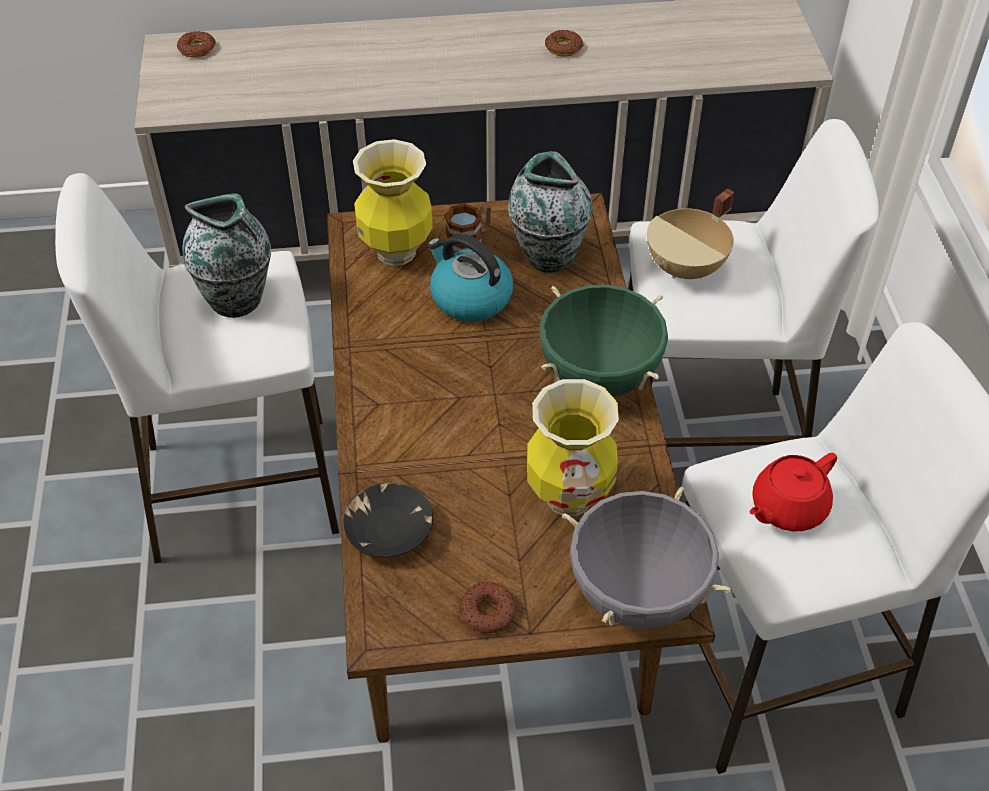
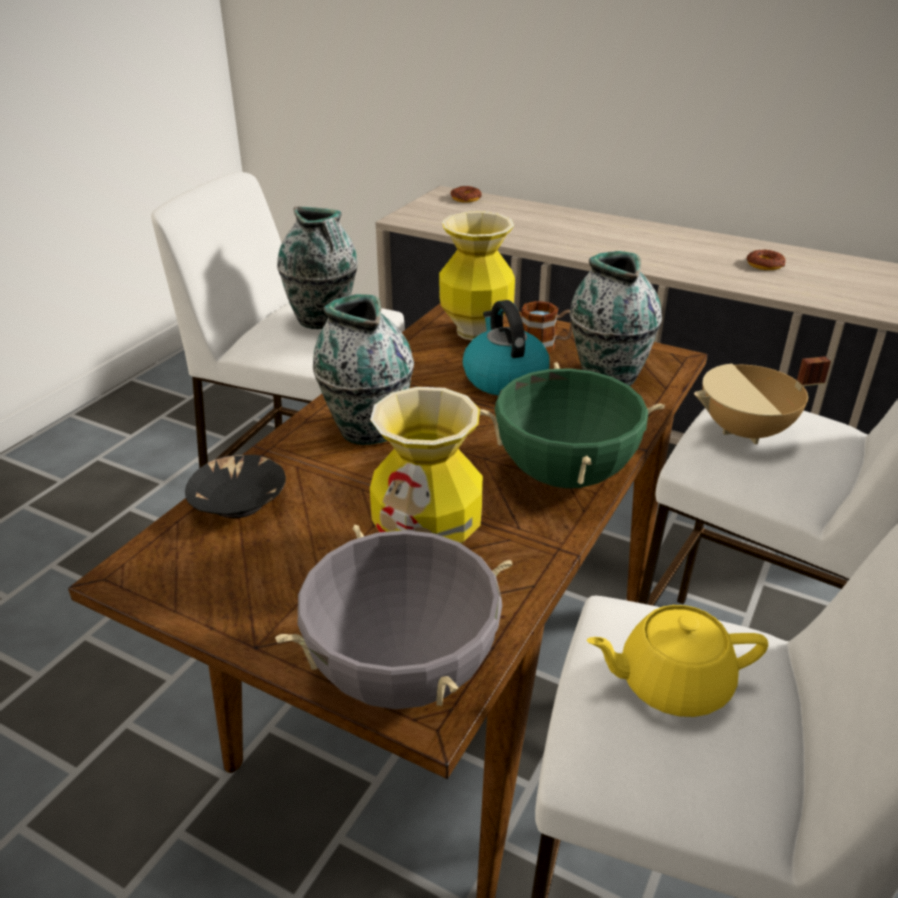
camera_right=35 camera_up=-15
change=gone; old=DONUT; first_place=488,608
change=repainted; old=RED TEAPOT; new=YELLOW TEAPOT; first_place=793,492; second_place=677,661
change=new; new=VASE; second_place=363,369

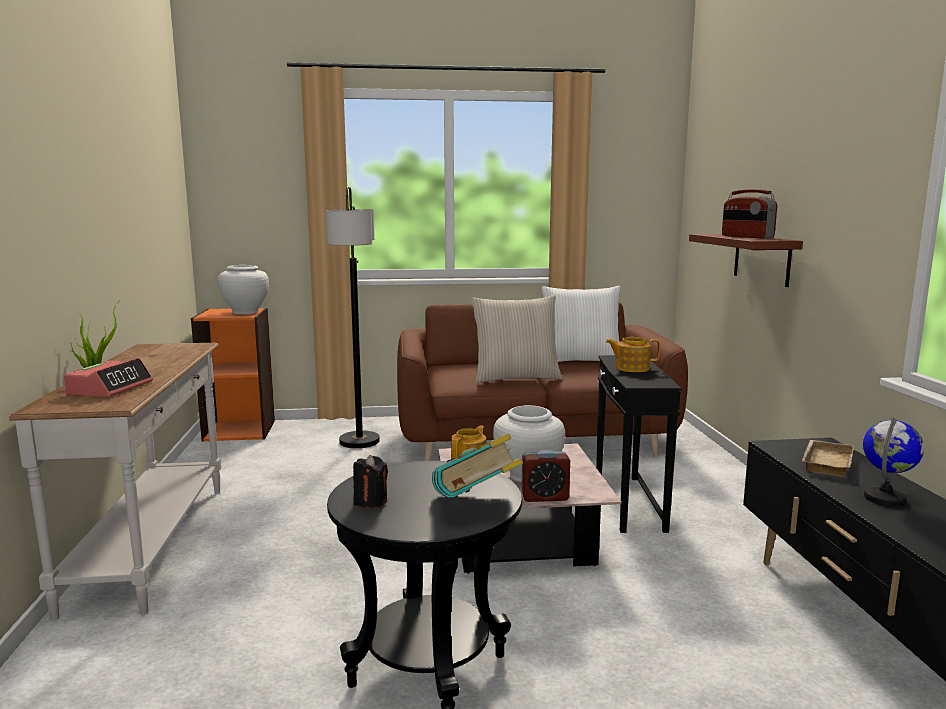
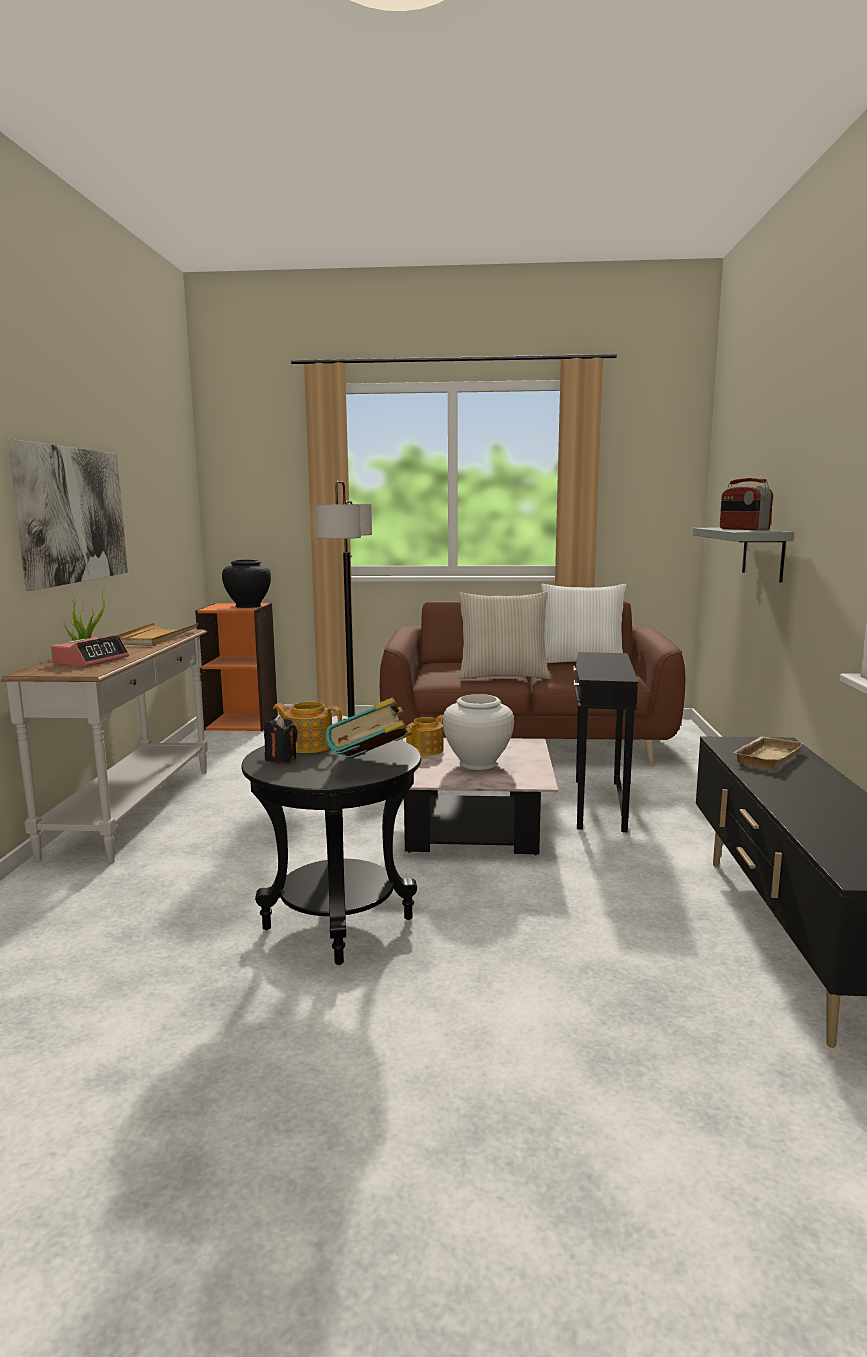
camera_right=10 camera_up=0
change=repainted; old=WHITE VASE; new=BLACK VASE; first_place=243,289; second_place=246,584
change=gone; old=ALARM CLOCK; first_place=545,476
change=shifted; old=TEAPOT; first_place=633,354; second_place=307,727
change=repainted; old=BROWN SHELF; new=GREY SHELF; first_place=746,260; second_place=743,555
change=gone; old=GLOBE; first_place=893,462
change=new; new=PICTURE; second_place=68,515
change=new; new=BEIGE TRAY; second_place=158,634

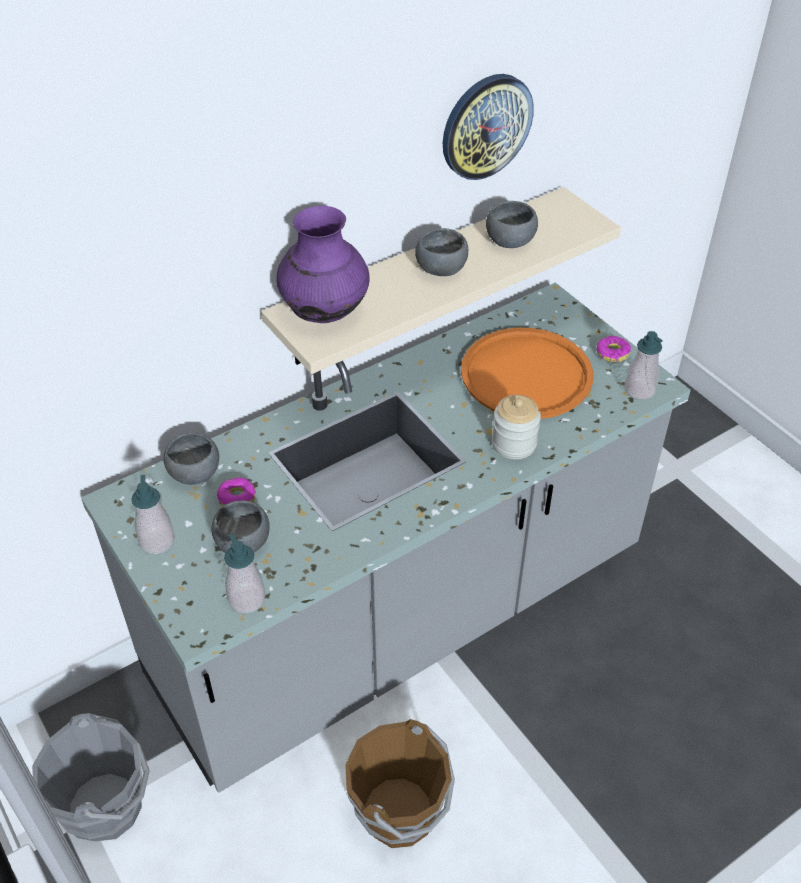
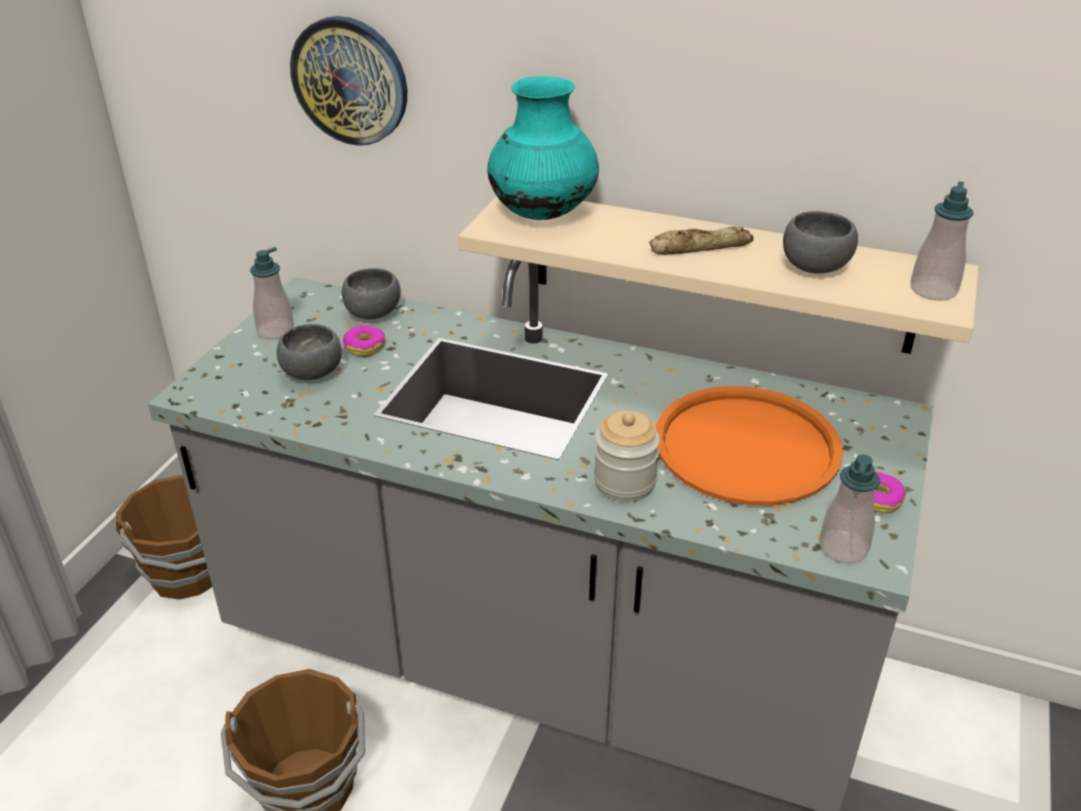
camera_right=55 camera_up=-10
change=repainted; old=GREY BUCKET; new=BROWN BUCKET; first_place=91,777; second_place=164,537
change=shifted; old=SOAP DISPENSER; first_place=244,573; second_place=941,241
change=repainted; old=PURPLE VASE; new=TURQUOISE VASE; first_place=323,264; second_place=543,148
change=swapped; old=GREY BOWL; new=BREAD; first_place=441,252; second_place=701,240
change=shifted; old=WALL CLOCK; first_place=488,127; second_place=348,81

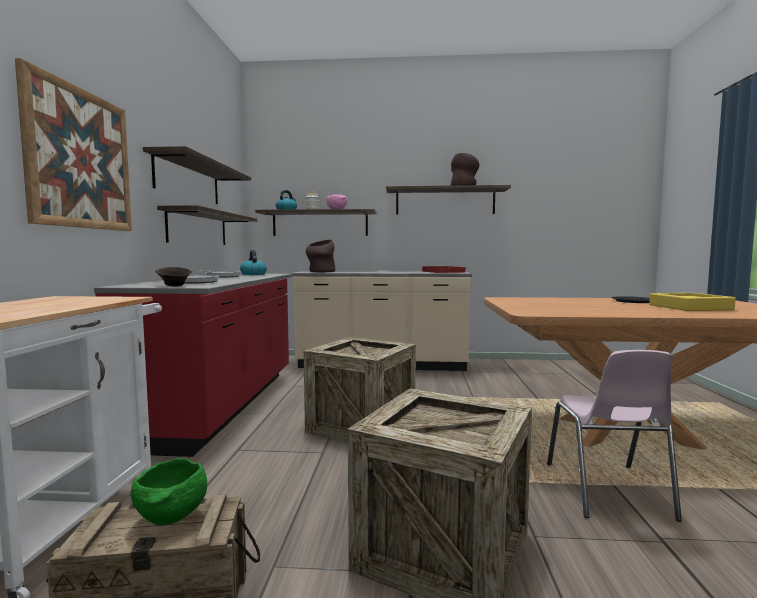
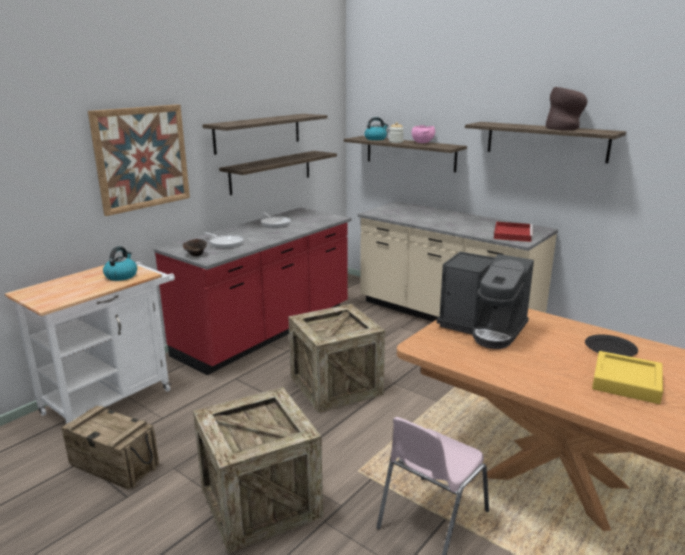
camera_right=35 camera_up=15
change=gone; old=GREEN BOWL; first_place=168,491
change=shifted; old=KETTLE; first_place=253,262; second_place=120,263
change=gone; old=BROWN VASE; first_place=320,256
change=new; new=COFFEE MACHINE; second_place=485,300

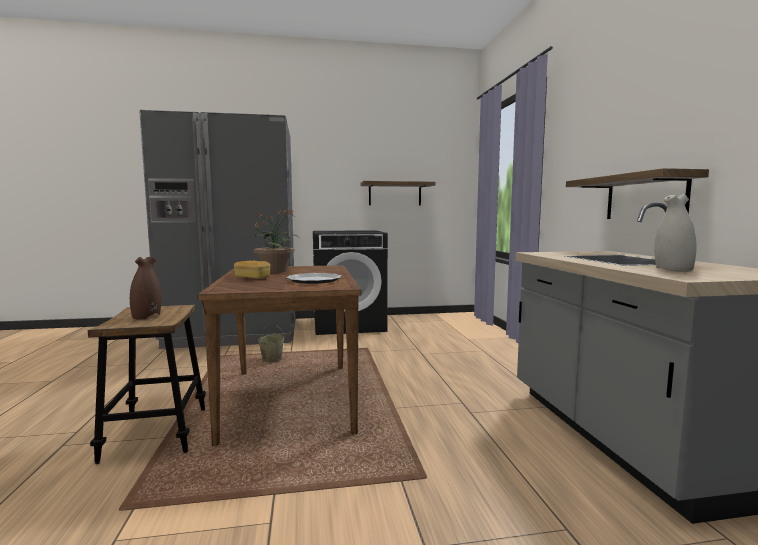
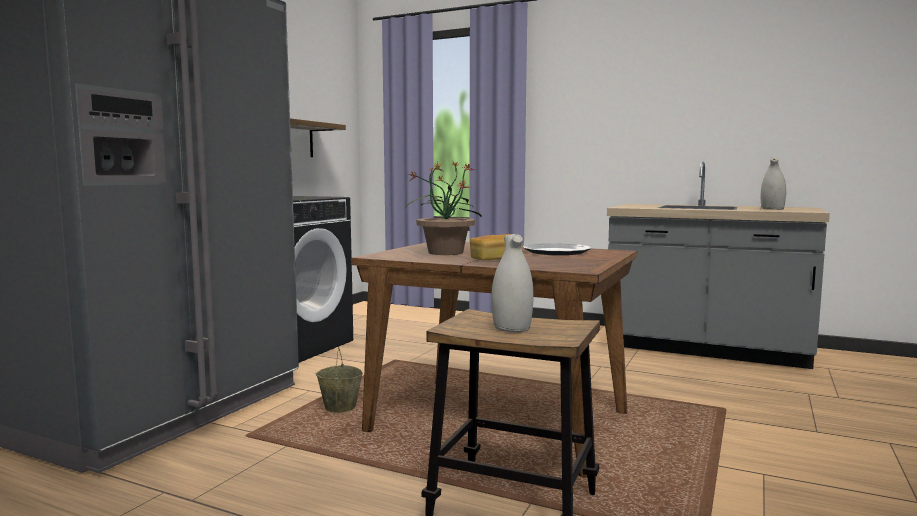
camera_right=-55 camera_up=0
change=repainted; old=BROWN VASE; new=WHITE VASE; first_place=146,288; second_place=512,283
change=gone; old=SHELF; first_place=637,193

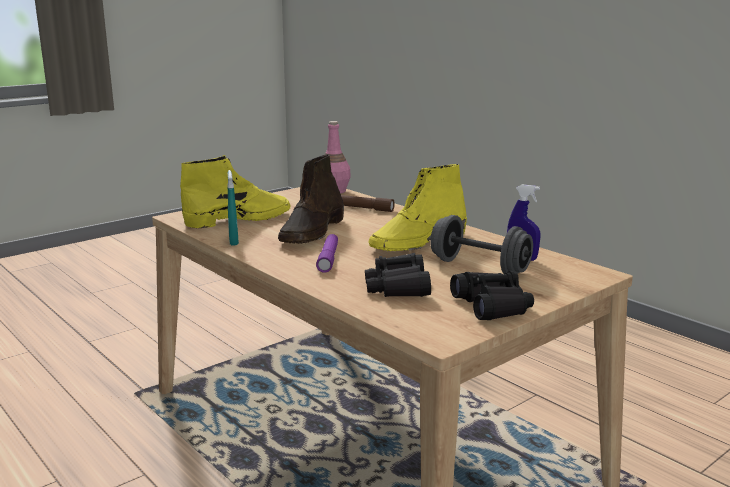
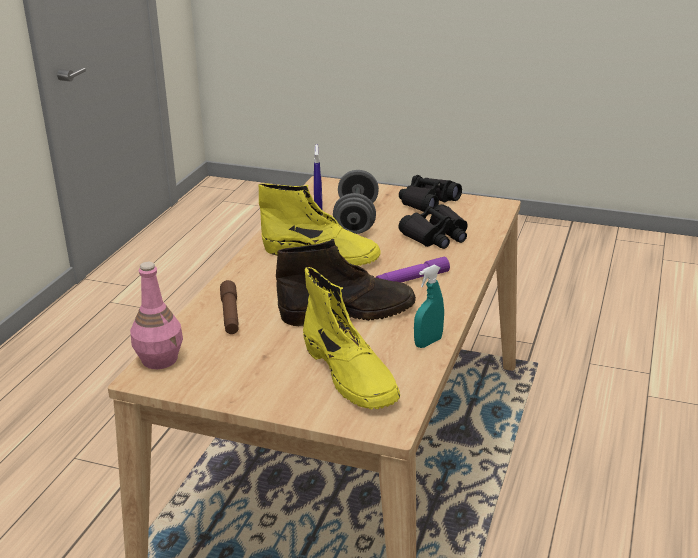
camera_right=-120 camera_up=10
change=rotated; old=YELLOW BOOT; first_place=235,191; second_place=351,338; degrees=-150

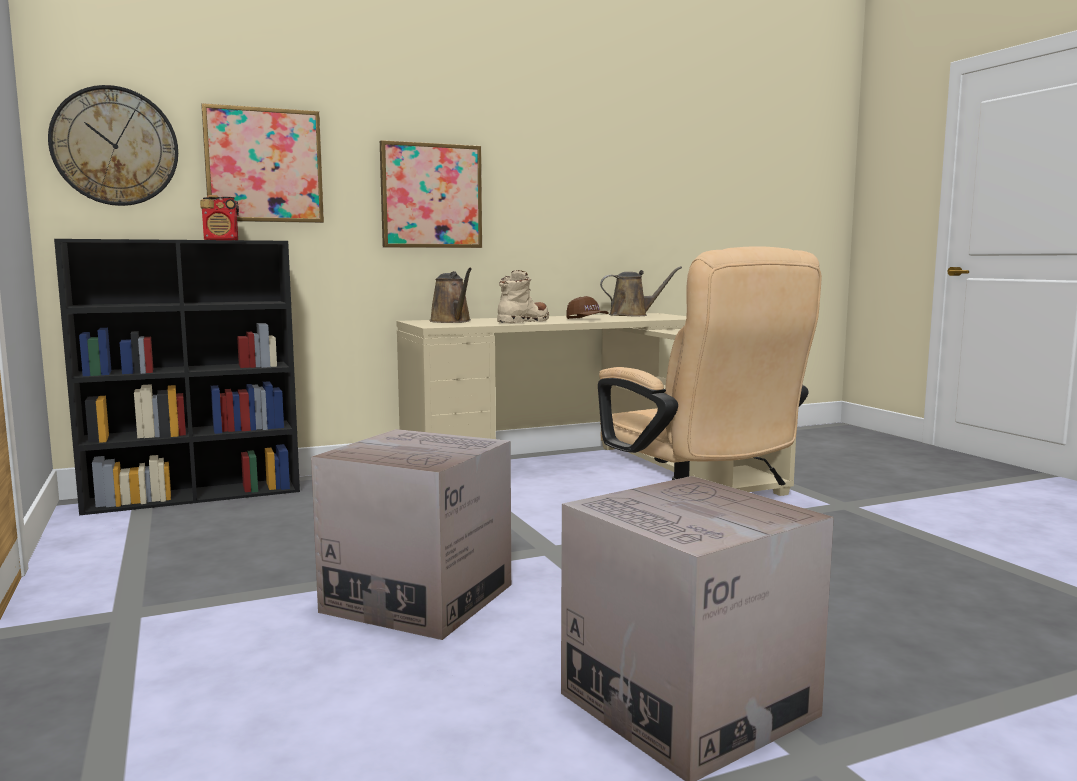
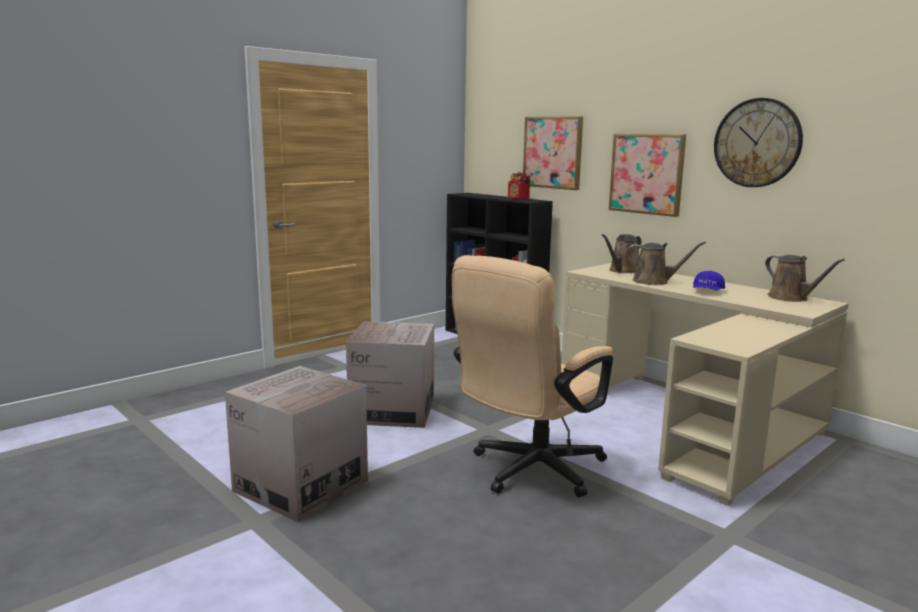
camera_right=70 camera_up=5
change=shifted; old=WALL CLOCK; first_place=113,145; second_place=758,142
change=swapped; old=BEIGE BOOT; new=BROWN WATERING CAN; first_place=523,297; second_place=666,263
change=repainted; old=BROWN CAP; new=BLUE CAP; first_place=587,307; second_place=709,280

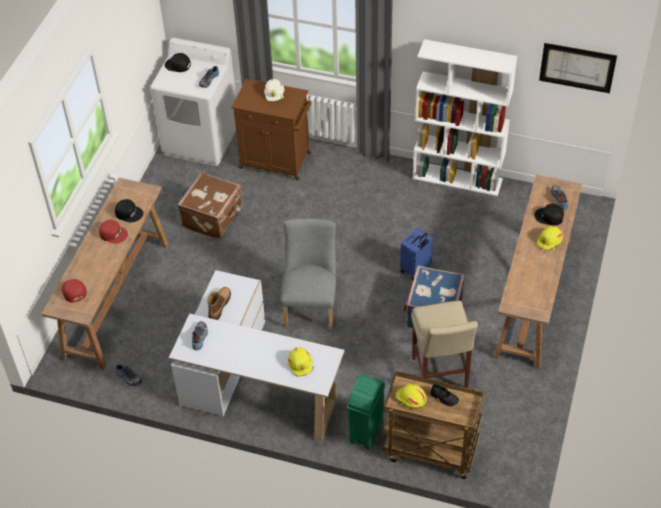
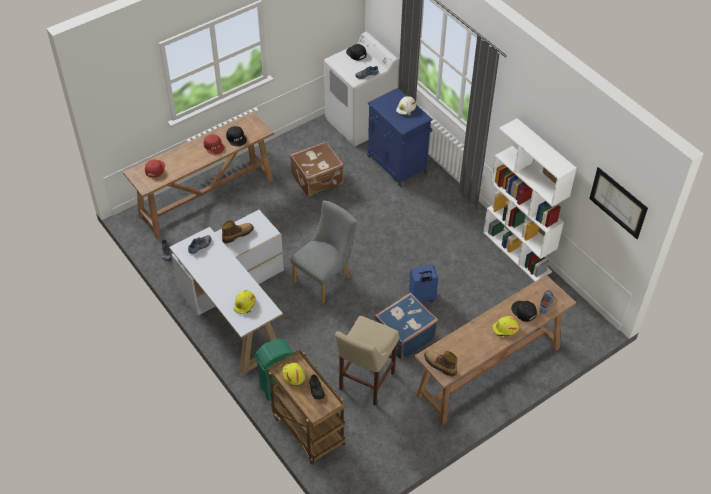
camera_right=35 camera_up=0
change=repainted; old=BROWN CABINET; new=BLUE CABINET; first_place=271,129; second_place=400,137
change=new; new=BOOT; second_place=441,363

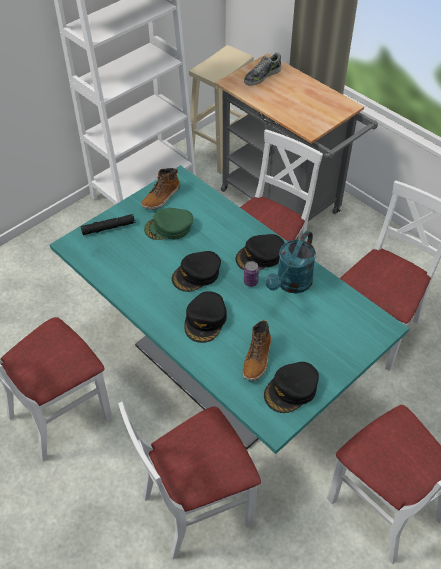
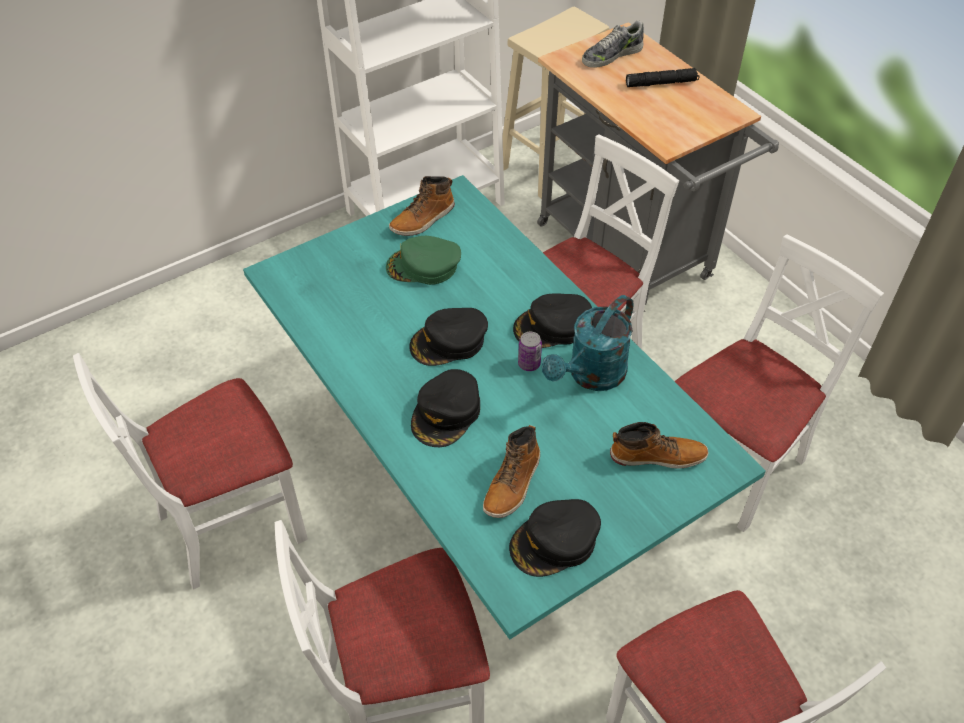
camera_right=10 camera_up=0
change=shifted; old=BLACK FLASHLIGHT; first_place=108,224; second_place=662,77
change=new; new=BOOT; second_place=659,445

